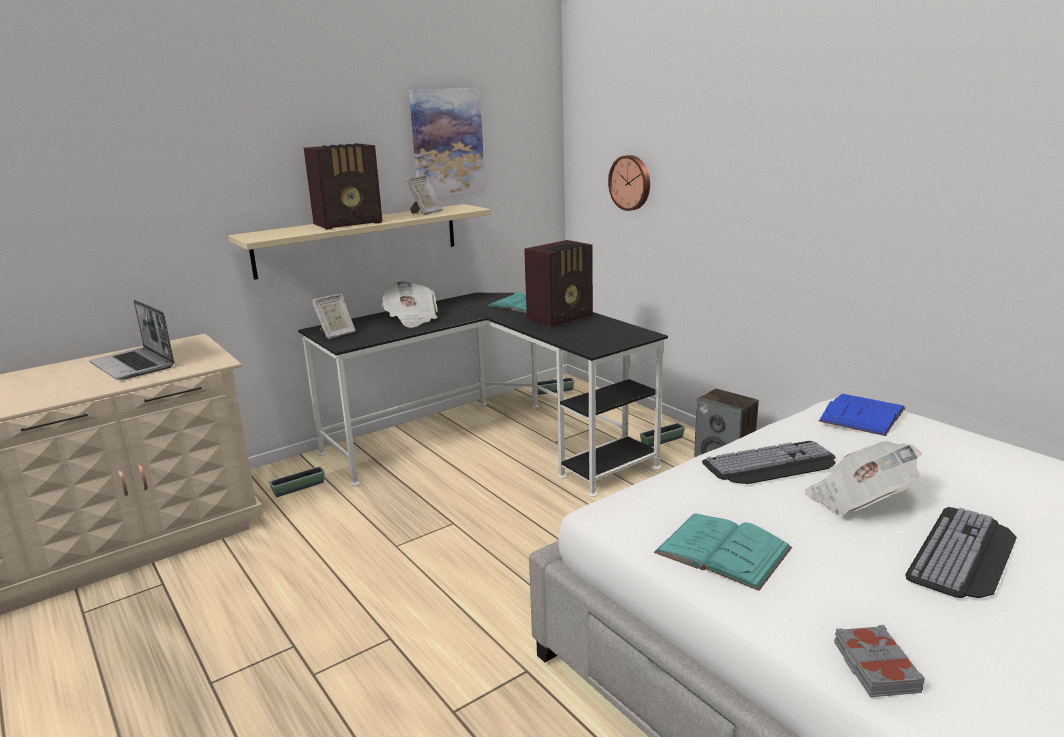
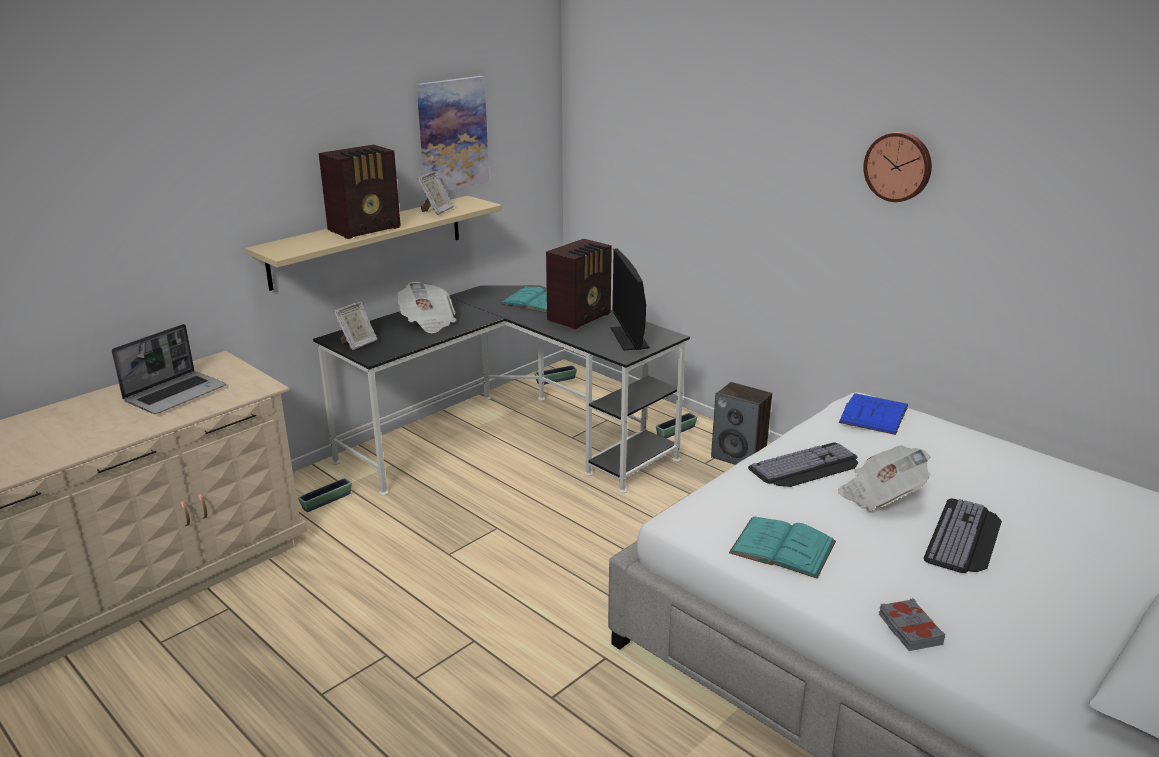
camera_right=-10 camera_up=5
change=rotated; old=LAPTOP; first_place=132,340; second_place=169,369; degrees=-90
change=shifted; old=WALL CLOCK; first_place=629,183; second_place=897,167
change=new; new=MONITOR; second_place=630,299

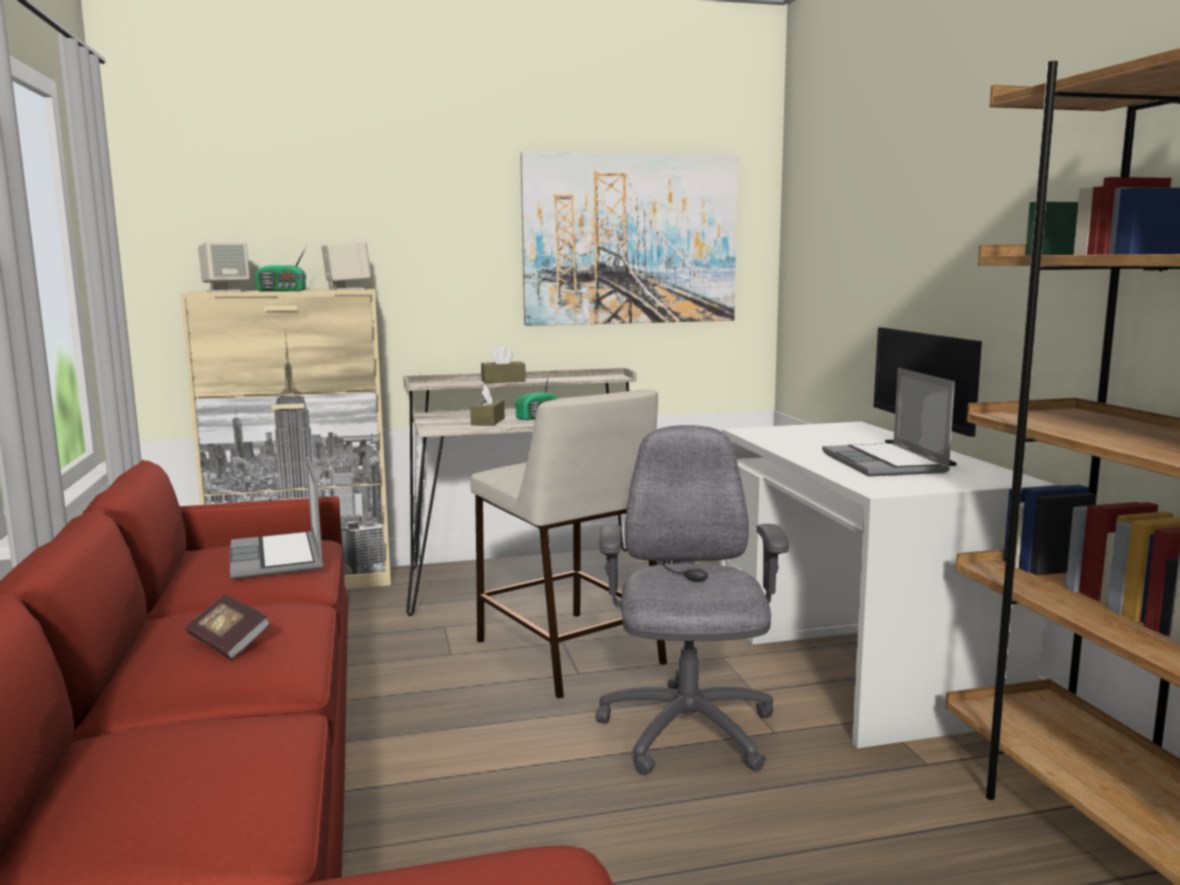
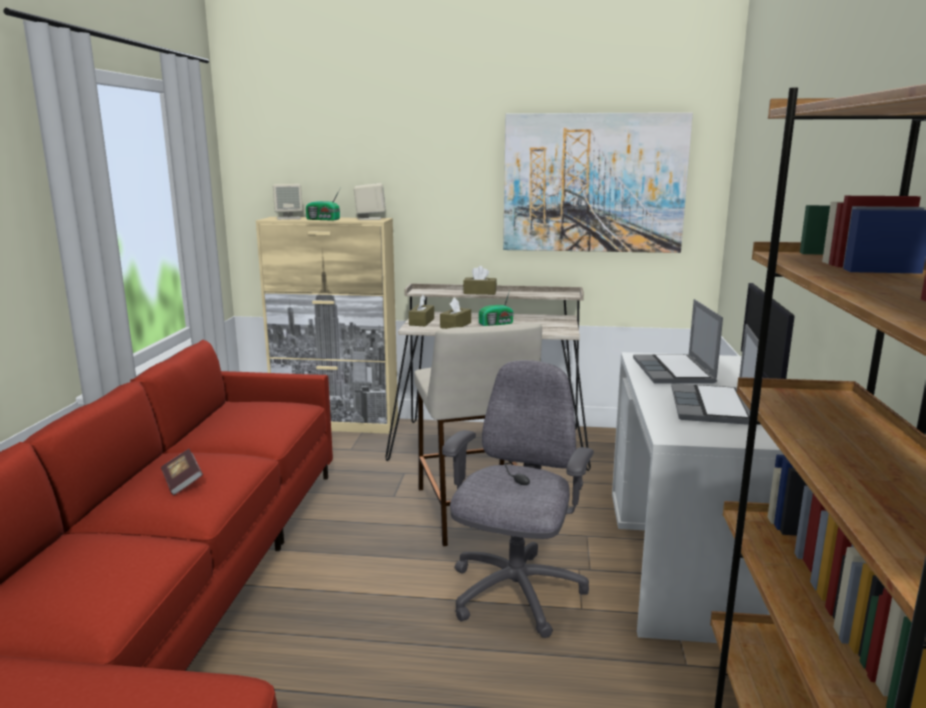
camera_right=20 camera_up=5
change=shifted; old=LAPTOP; first_place=276,517; second_place=678,341
change=new; new=BROWN TISSUE BOX; second_place=421,310

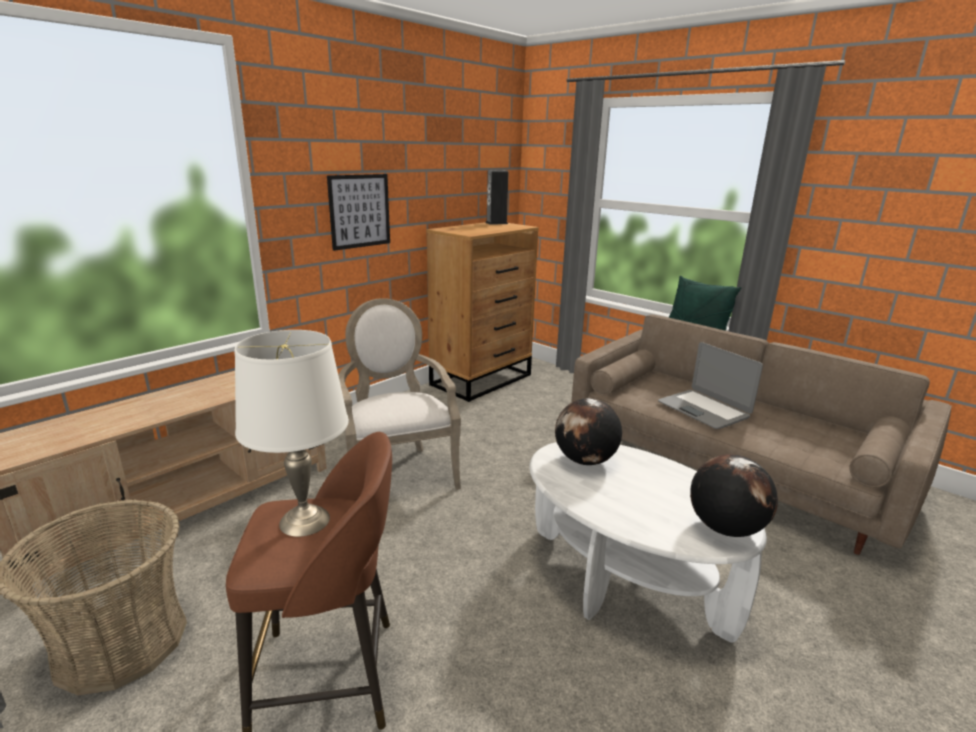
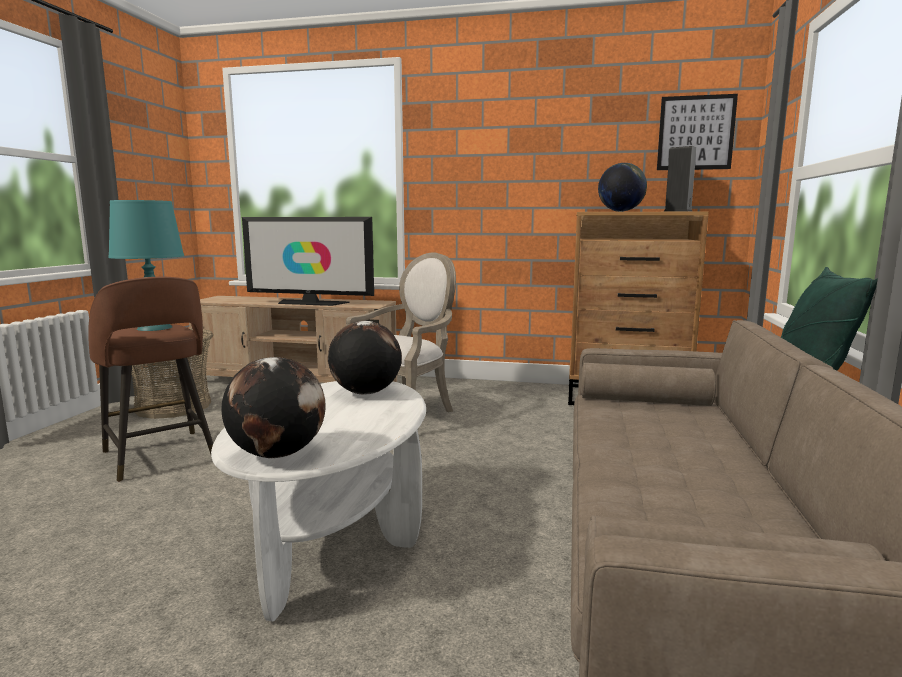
camera_right=60 camera_up=-10
change=repainted; old=WHITE TABLE LAMP; new=TURQUOISE TABLE LAMP; first_place=292,433; second_place=146,265
change=shifted; old=PICTURE; first_place=358,212; second_place=697,132
change=gone; old=LAPTOP; first_place=710,385
change=new; new=TELEVISION; second_place=308,261
change=new; new=GLOBE; second_place=622,187

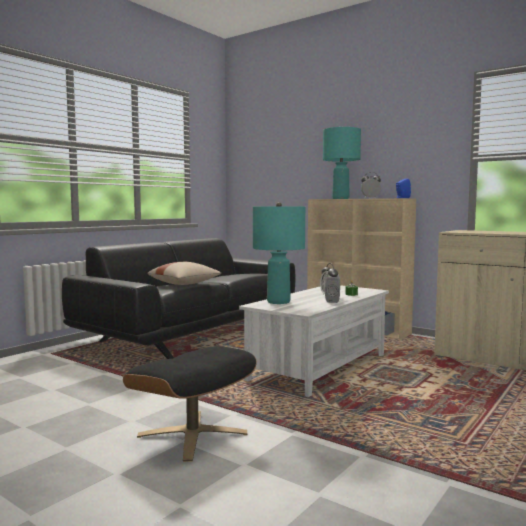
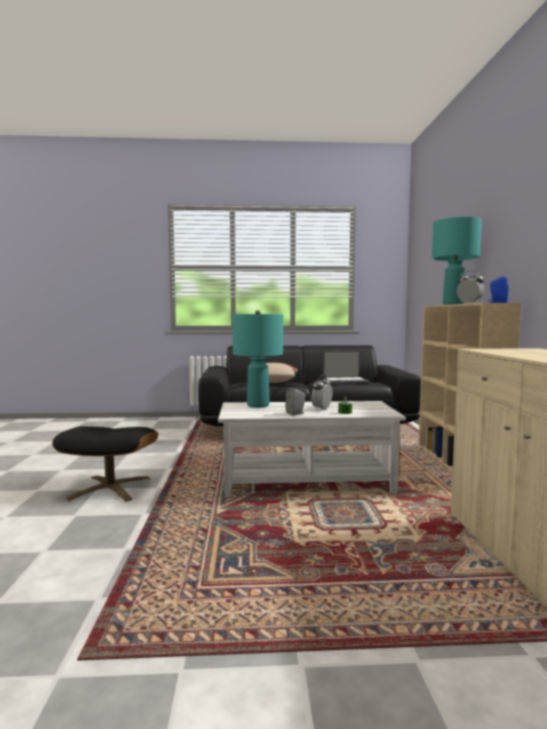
camera_right=50 camera_up=0
change=new; new=LAPTOP; second_place=346,367

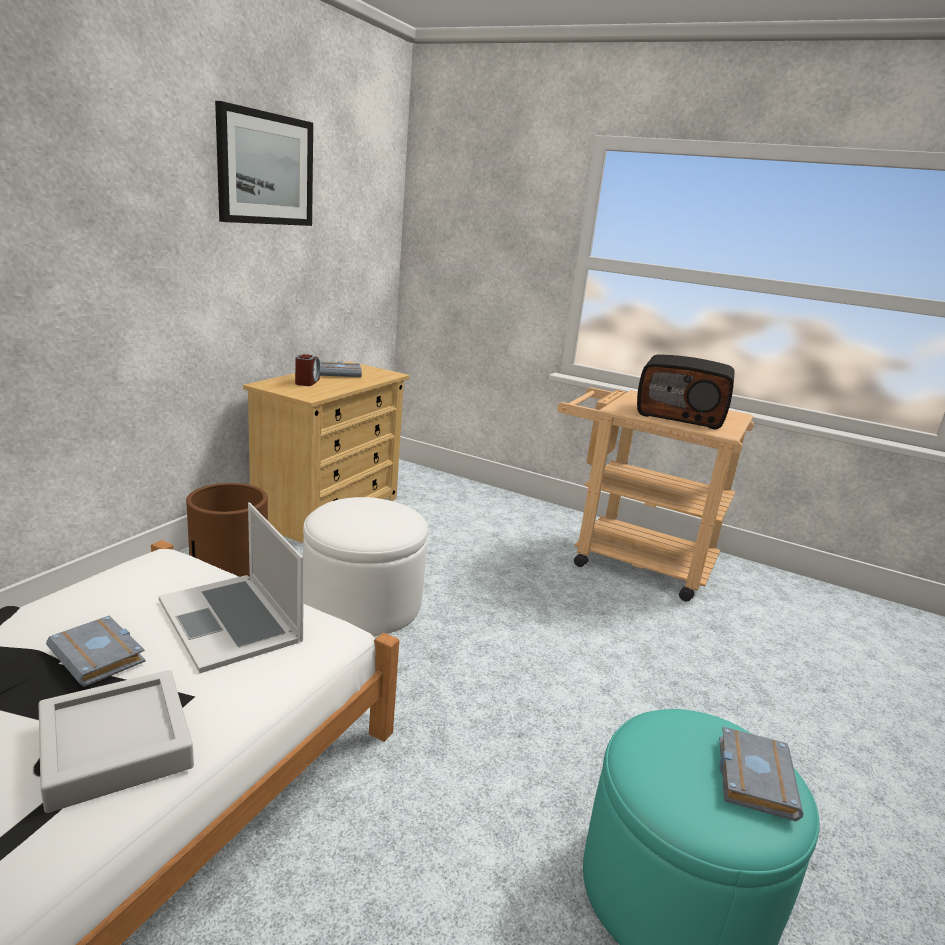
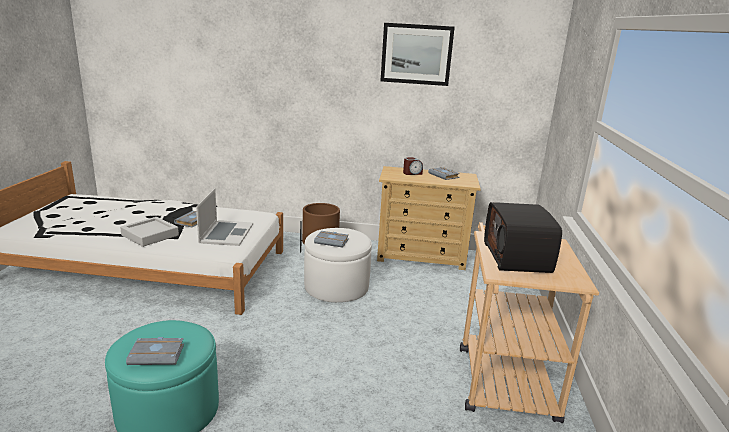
camera_right=70 camera_up=0
change=rotated; old=LAPTOP; first_place=231,588; second_place=224,217; degrees=150
change=new; new=GREY BOOK; second_place=331,239

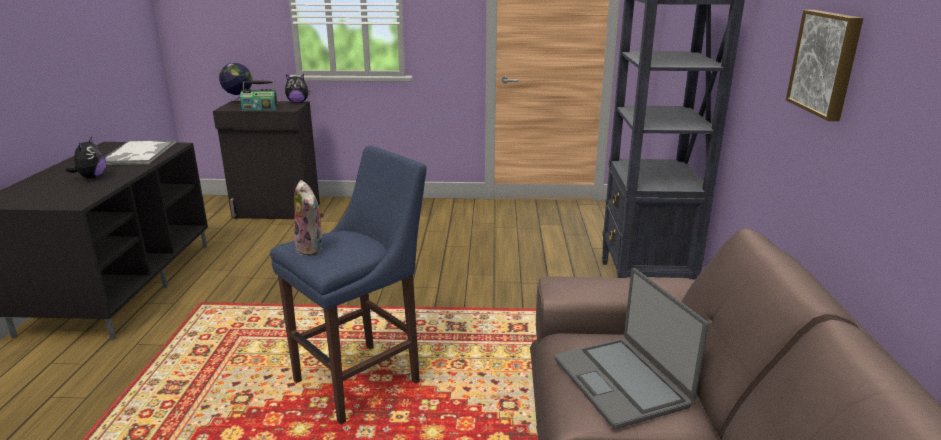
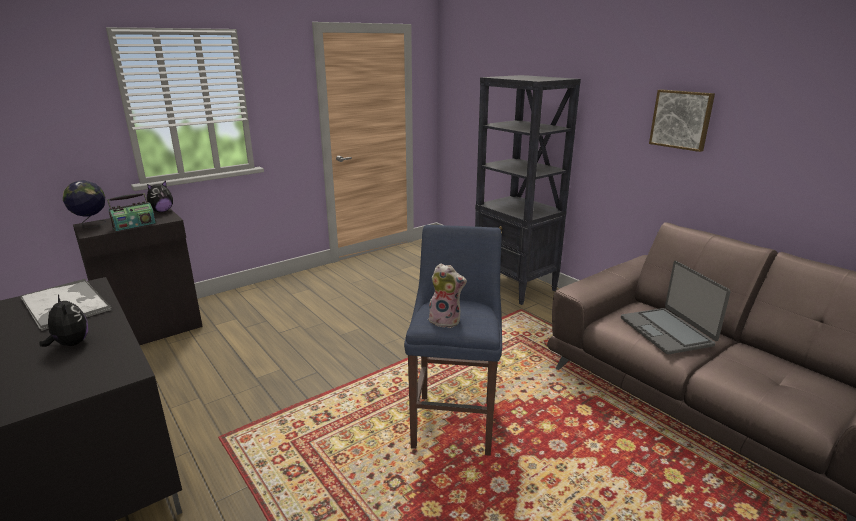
camera_right=-40 camera_up=0
change=rotated; old=LAPTOP; first_place=631,348; second_place=676,307; degrees=45

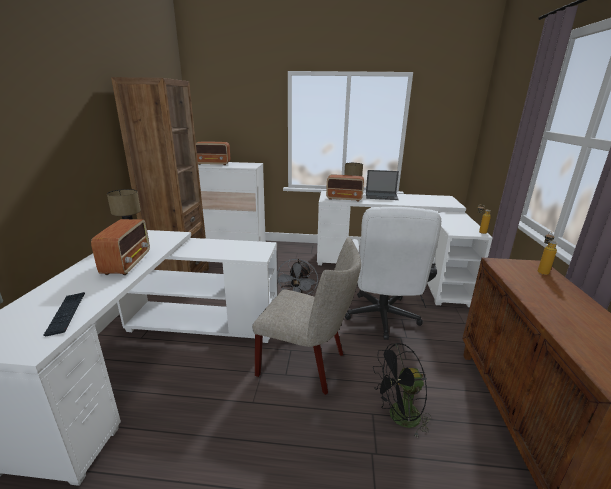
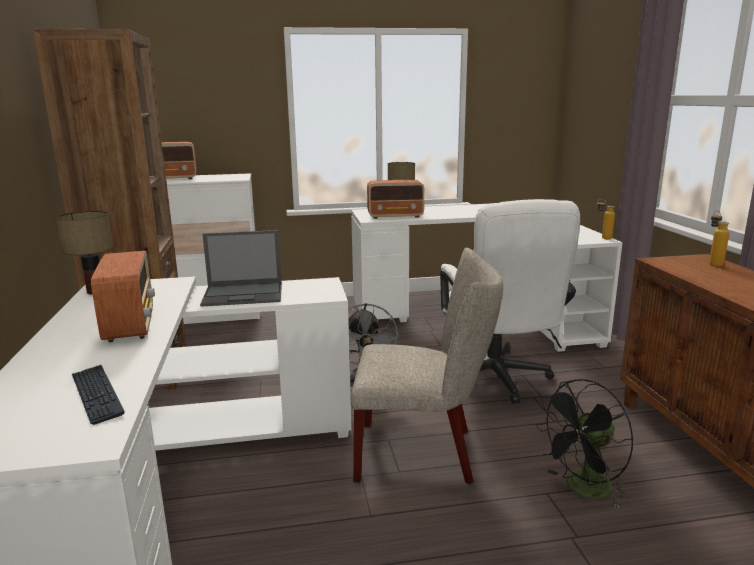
camera_right=-15 camera_up=-5
change=shifted; old=LAPTOP; first_place=382,185; second_place=241,268

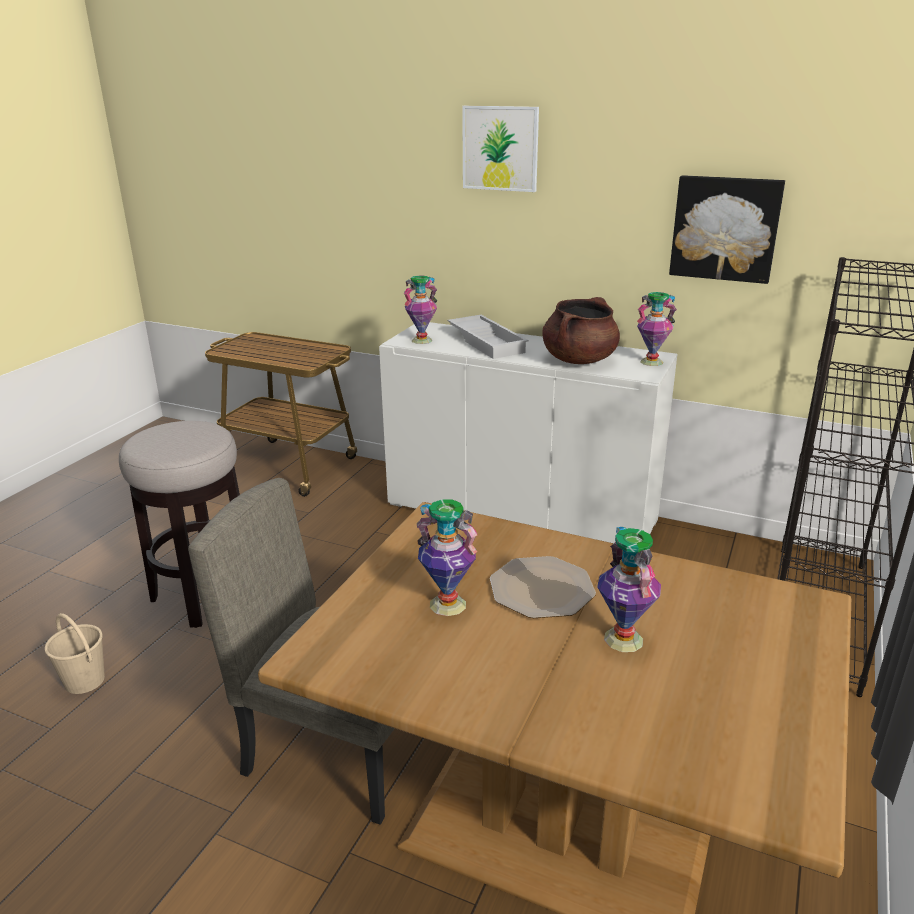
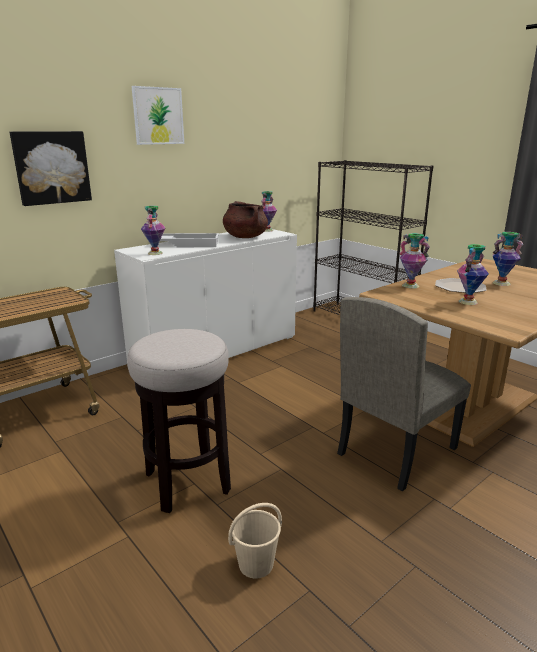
camera_right=-65 camera_up=-5
change=shifted; old=PICTURE; first_place=727,229; second_place=51,168
change=new; new=VASE; second_place=414,260

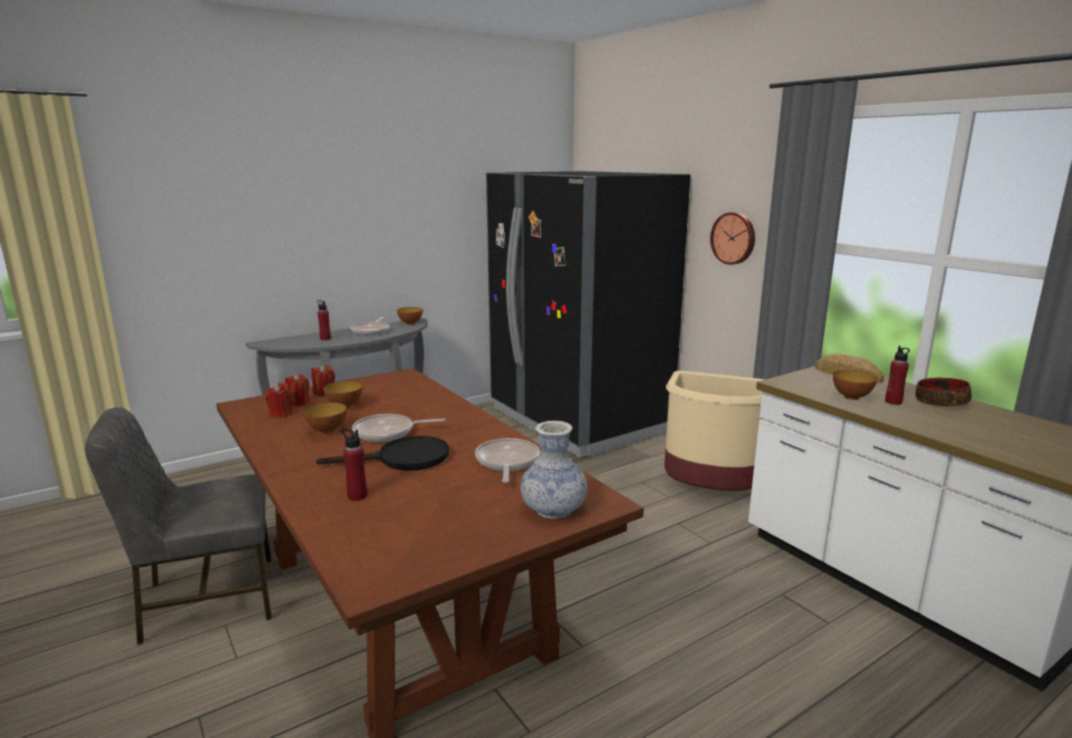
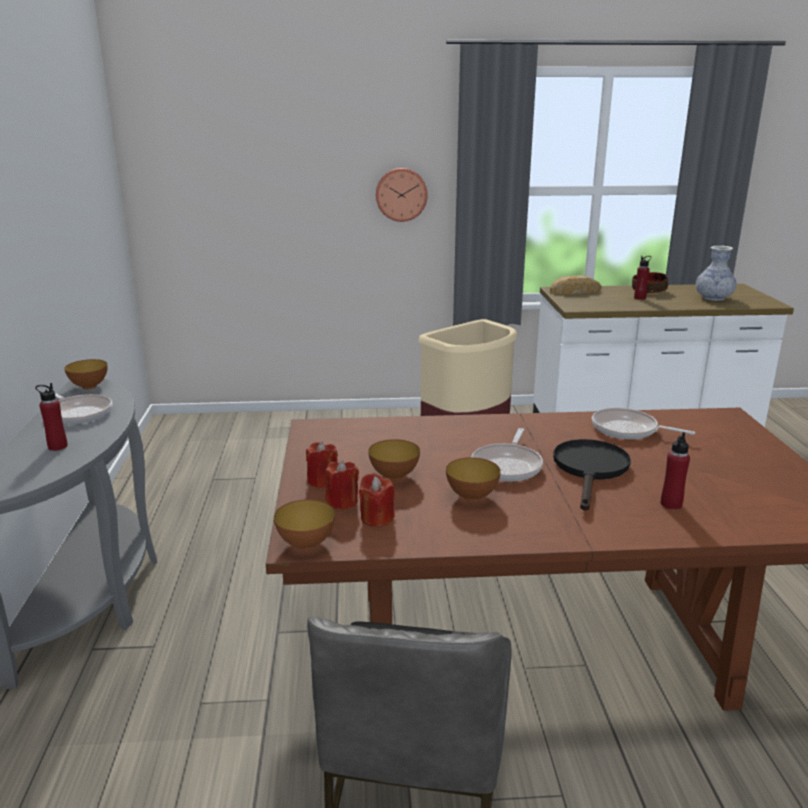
camera_right=-60 camera_up=5
change=gone; old=BLACK FRIDGE; first_place=588,314
change=shifted; old=VASE; first_place=553,470; second_place=716,273
change=shifted; old=BOWL; first_place=855,385; second_place=304,525

